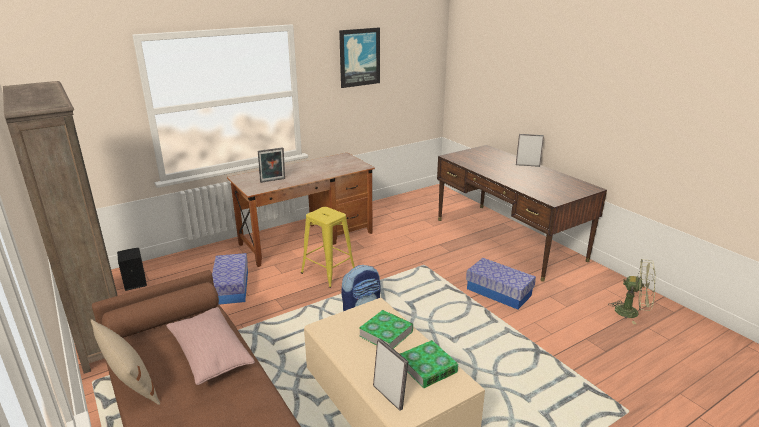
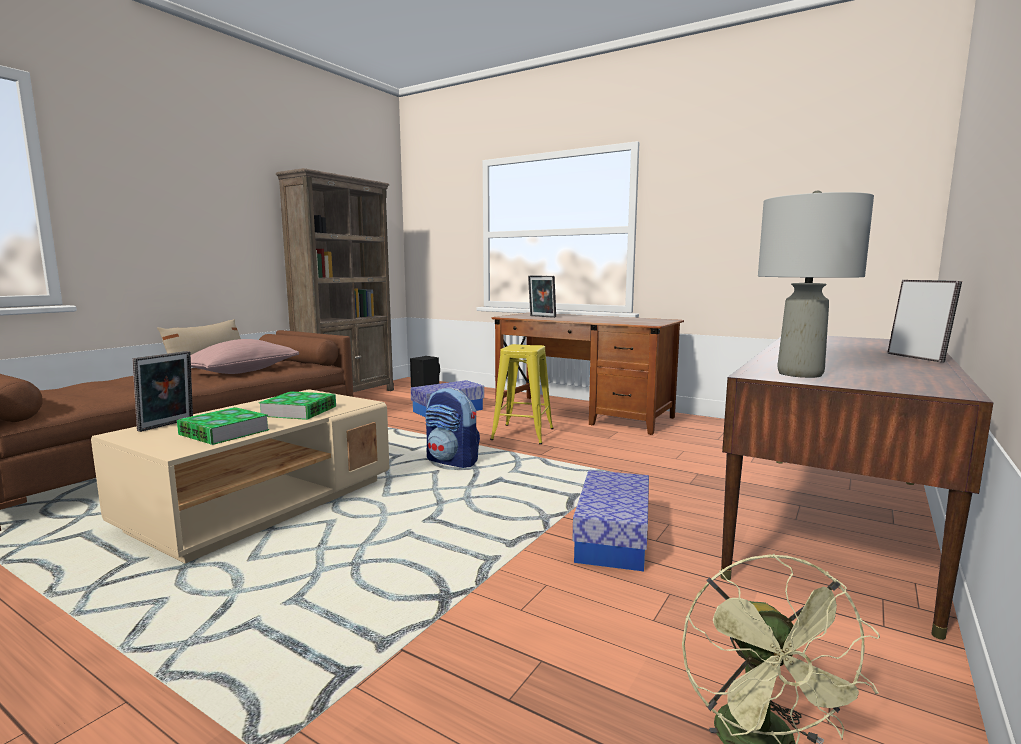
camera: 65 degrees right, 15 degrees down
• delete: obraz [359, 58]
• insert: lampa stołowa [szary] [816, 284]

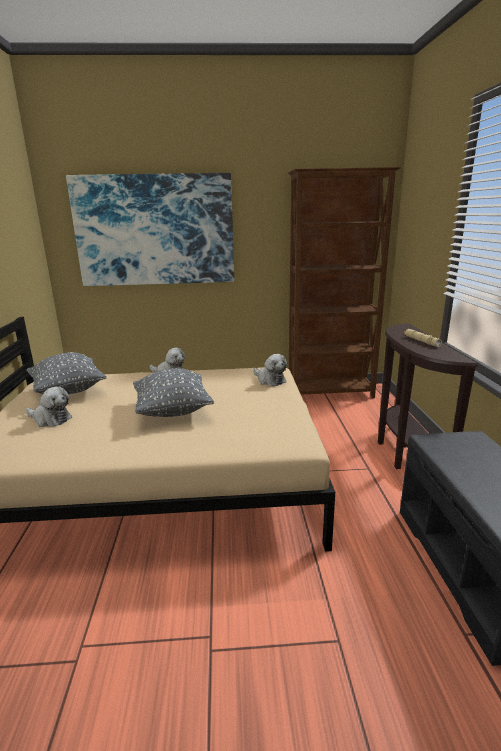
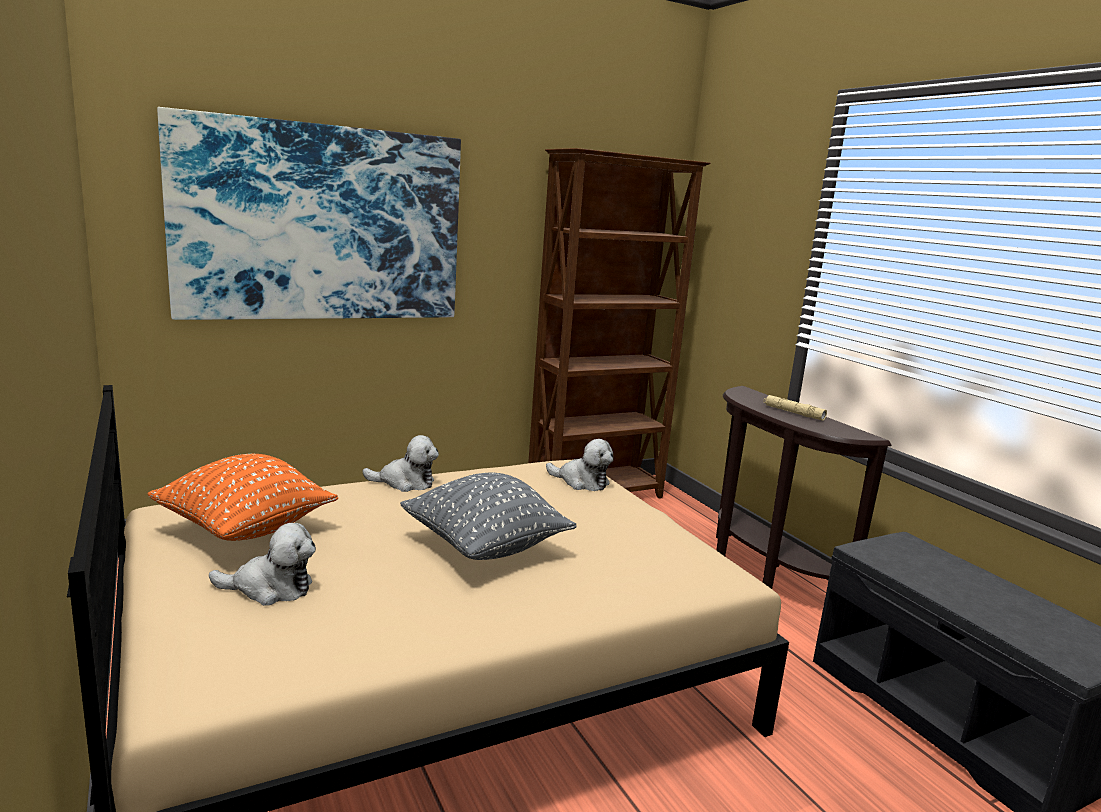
camera: 25 degrees left, 5 degrees down
• recolor: poduszka [szary] [67, 373] to poduszka [pomarańczowy] [242, 497]

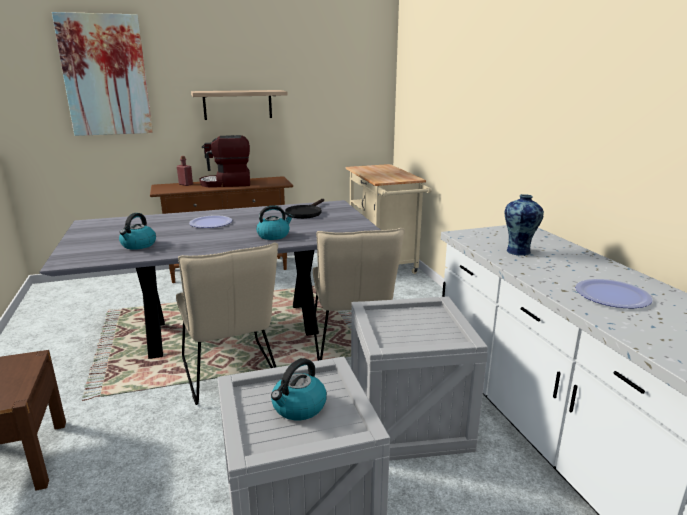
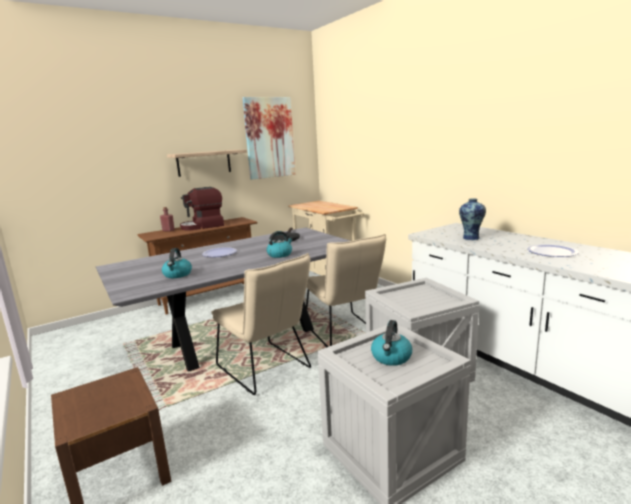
camera: 15 degrees left, 5 degrees down
• move: obraz [102, 74] to [269, 138]

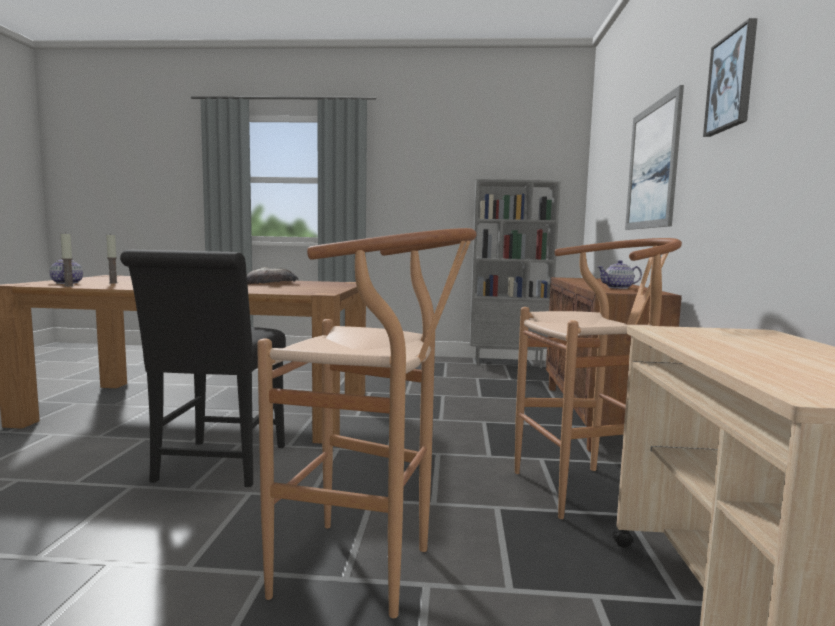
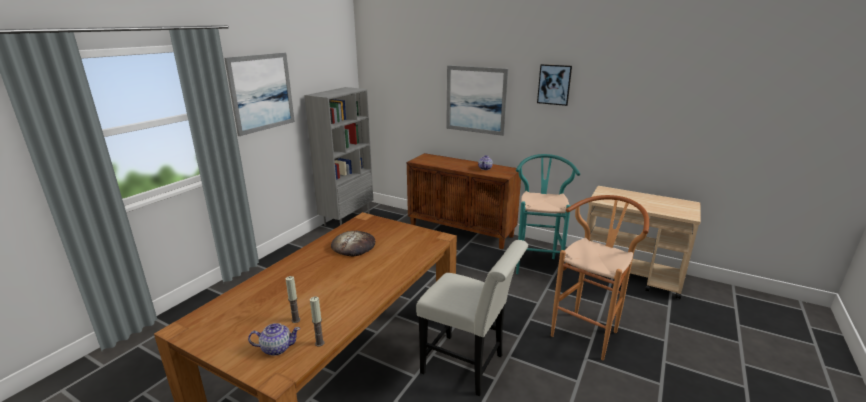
camera: 65 degrees left, 15 degrees up
• recolor: stołek [brązowy] [598, 378] to stołek [turkusowy] [548, 214]
• recolor: krzesło [czarny] [203, 368] to krzesło [biały] [472, 318]
• insert: obraz [260, 94]

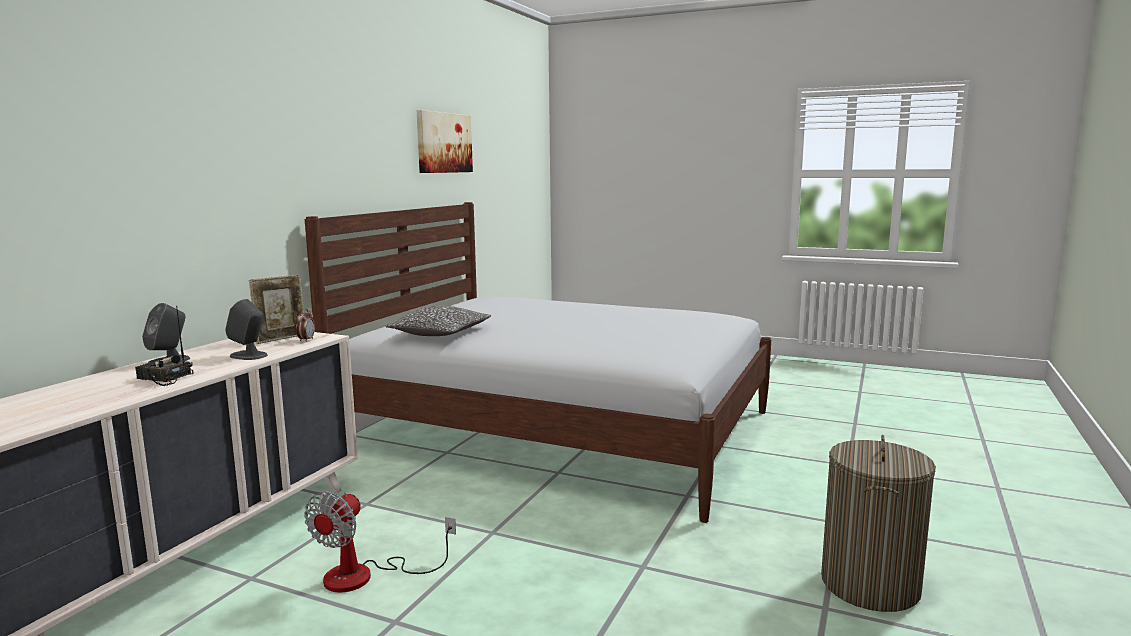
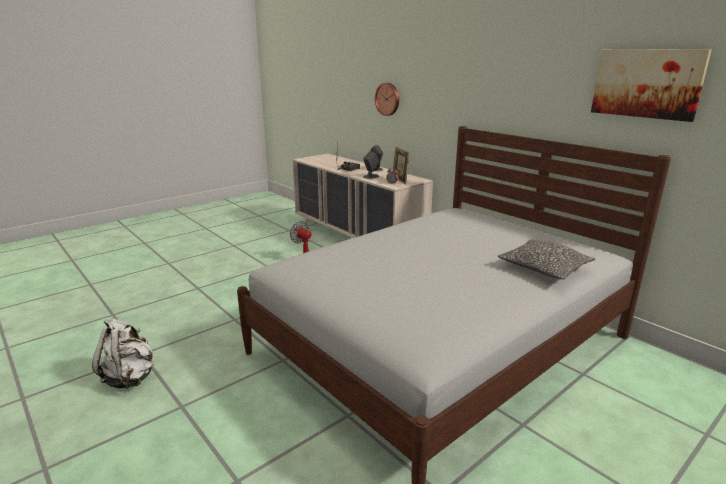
camera: 115 degrees right, 10 degrees up
• move: poduszka [438, 320] to [547, 259]
• replace: kosz na pranie [878, 523] to plecak [biały] [122, 354]
• insert: zegar ścienny [387, 99]

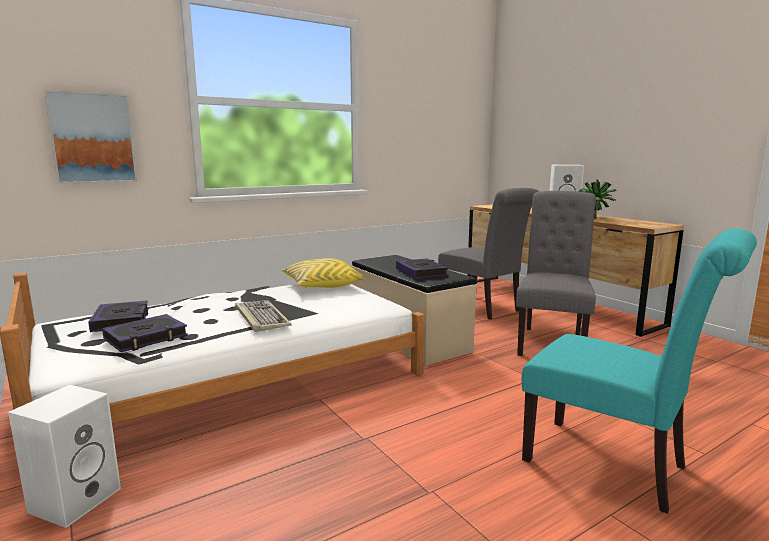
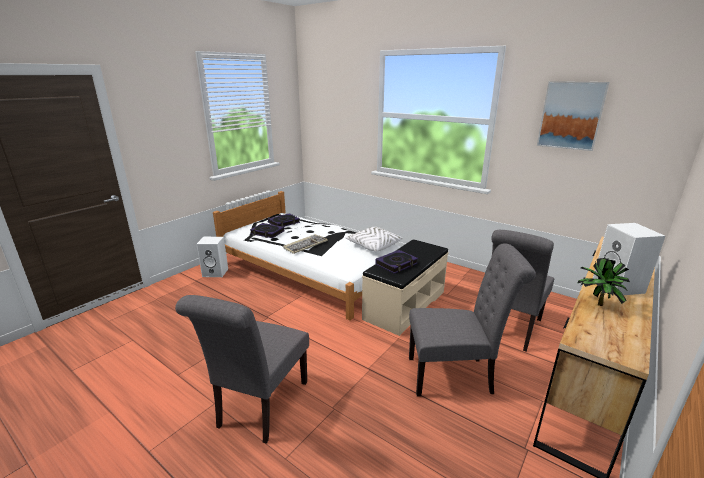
camera: 70 degrees right, 10 degrees up
• move: obraz [90, 137] to [573, 116]
• recolor: krzesło [turkusowy] [639, 371] to krzesło [szary] [242, 369]
• recolor: poduszka [żółty] [323, 273] to poduszka [biały] [374, 239]

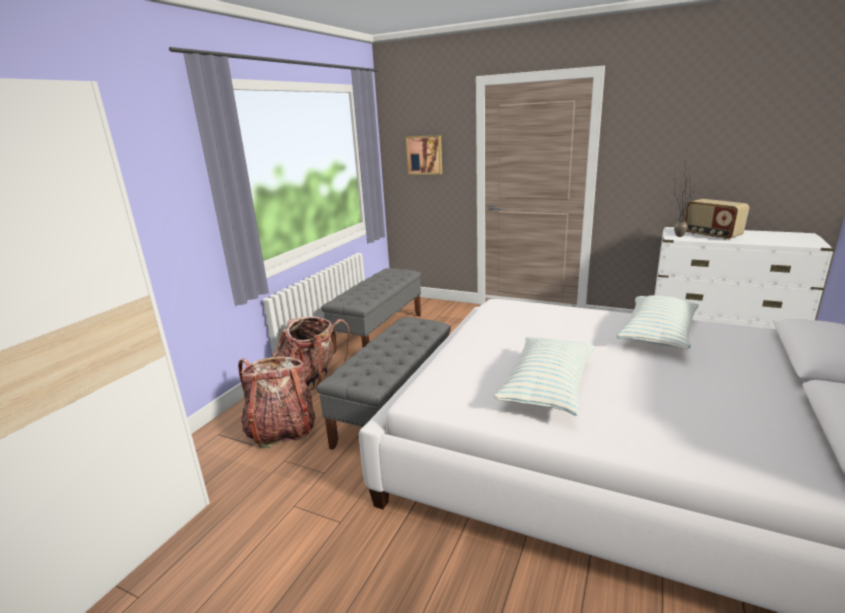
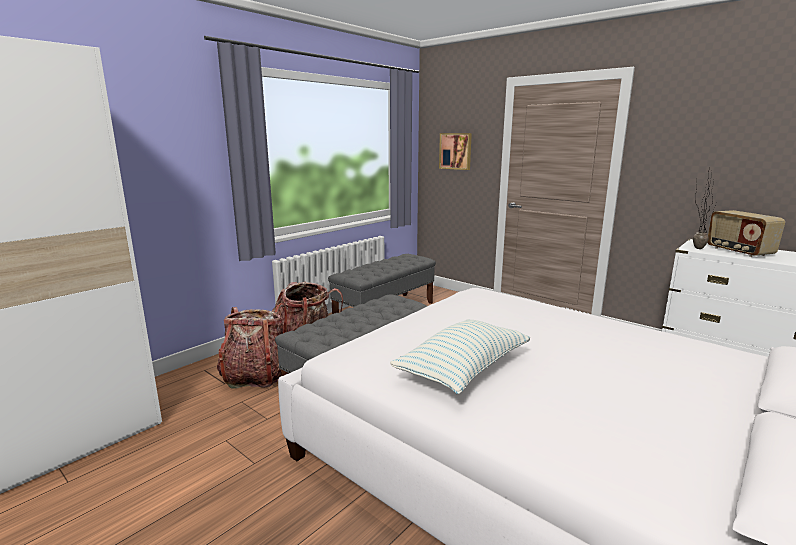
camera: 15 degrees right, 5 degrees down
• delete: poduszka [658, 322]

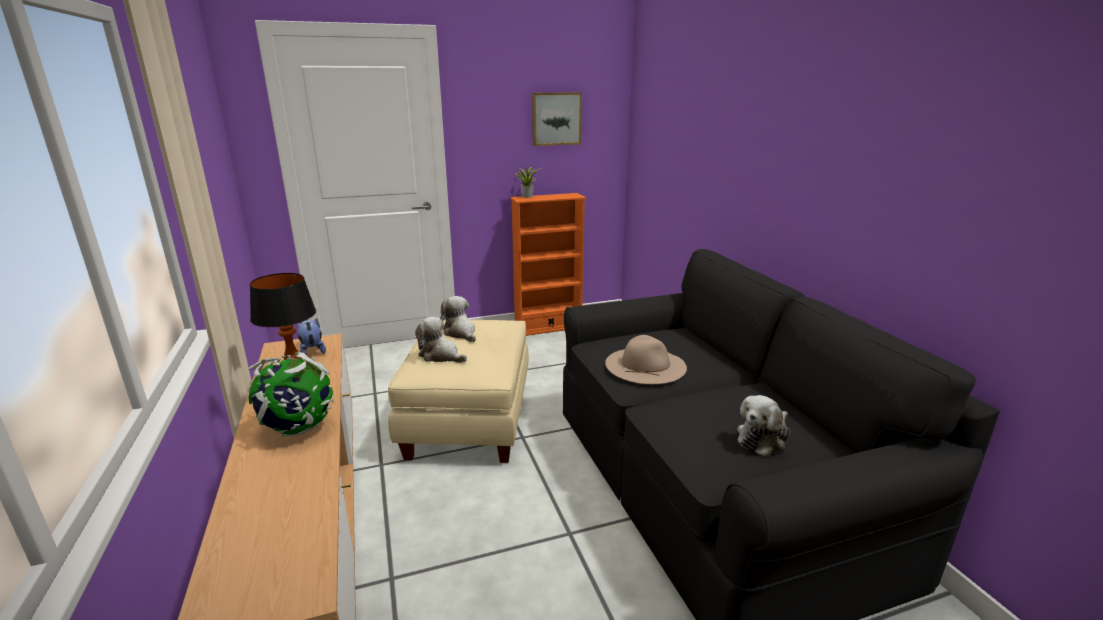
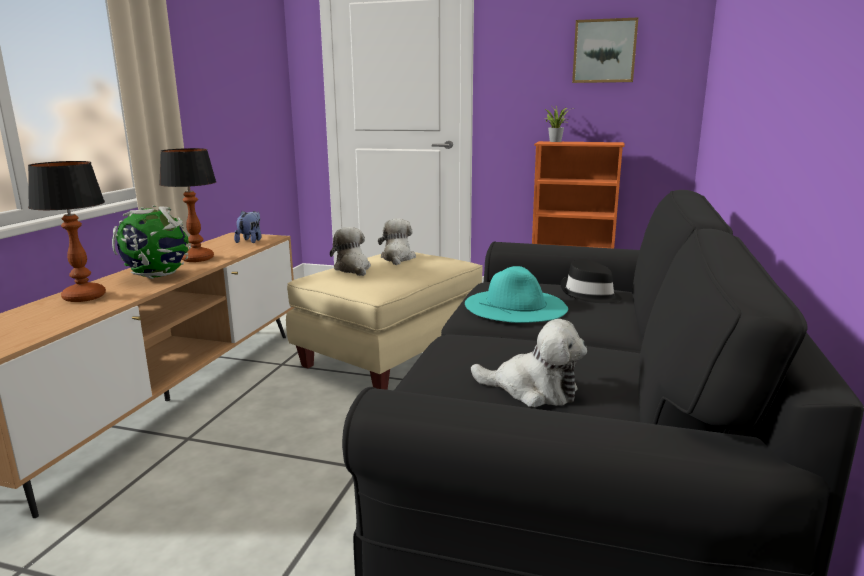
camera: 35 degrees right, 5 degrees down
• recolor: kapelusz [beżowy] [646, 359] to kapelusz [turkusowy] [516, 294]
• rotate: pluszak [764, 426] = [529, 363] 150 degrees counterclockwise
• insert: lampa stołowa [67, 231]
• insert: kapelusz [czarny] [591, 281]

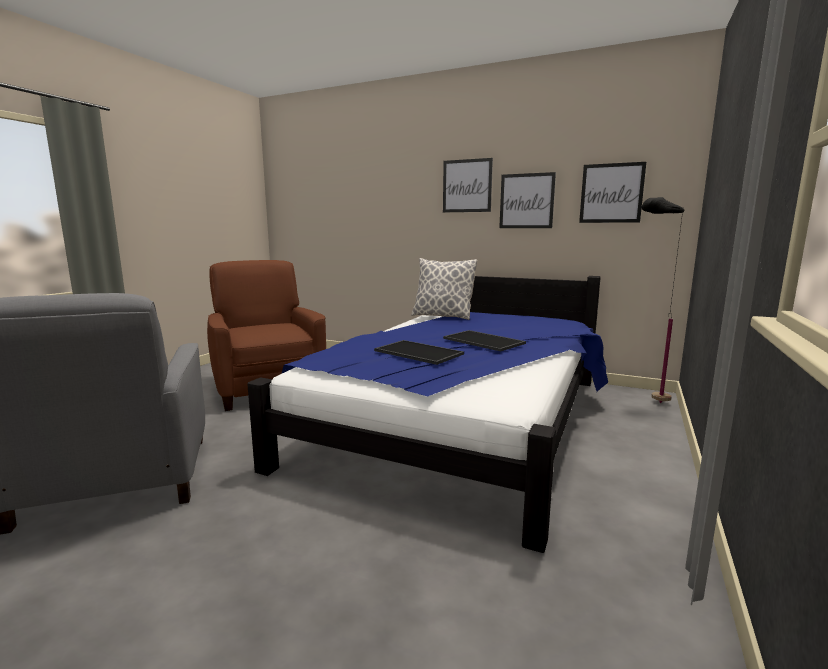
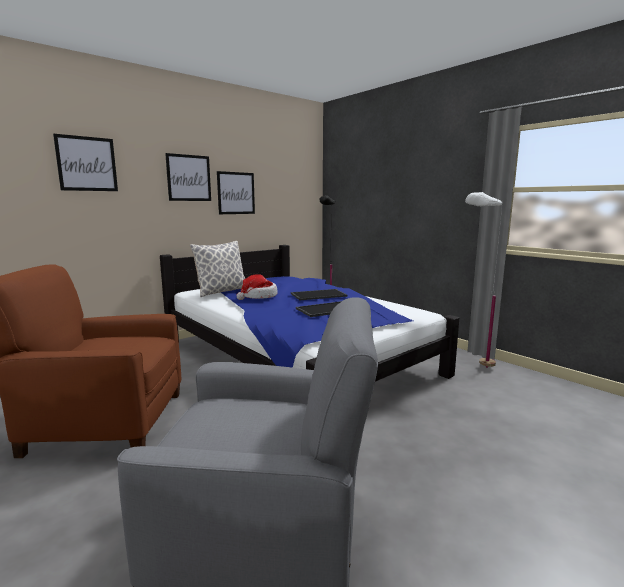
camera: 65 degrees left, 0 degrees up
• move: obraz [612, 192] to [85, 162]
• insert: lampa stojąca [biały] [484, 280]
• insert: kapelusz [257, 287]

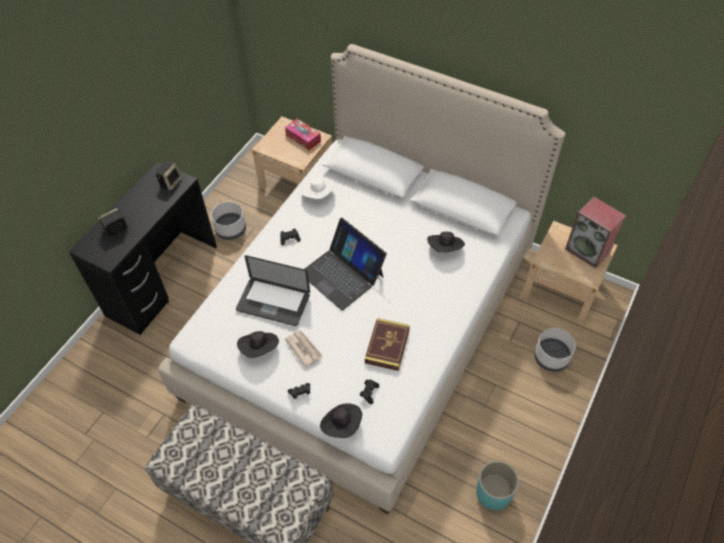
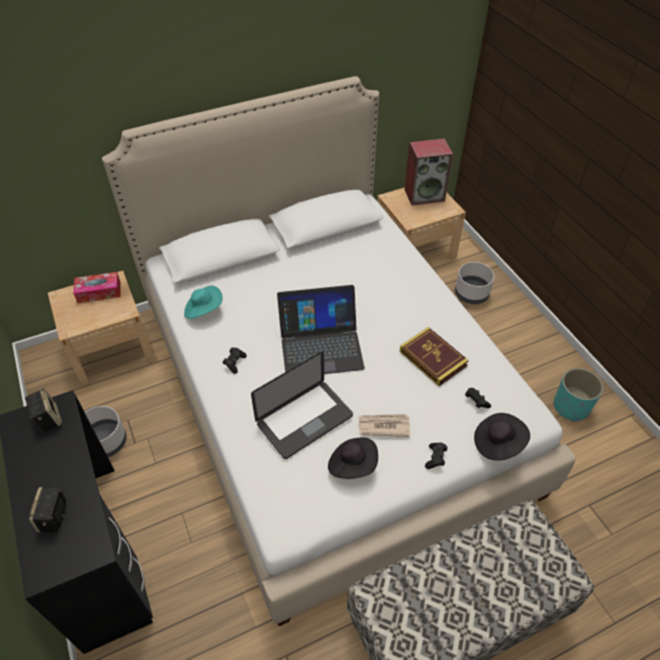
camera: 55 degrees left, 5 degrees down
• recolor: kapelusz [biały] [318, 188] to kapelusz [turkusowy] [203, 302]
• delete: kapelusz [czarny] [446, 242]

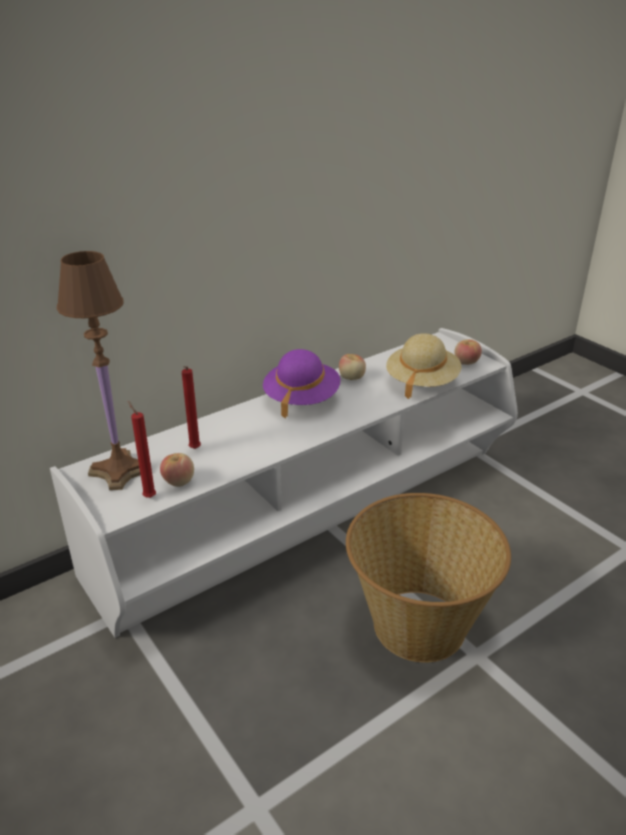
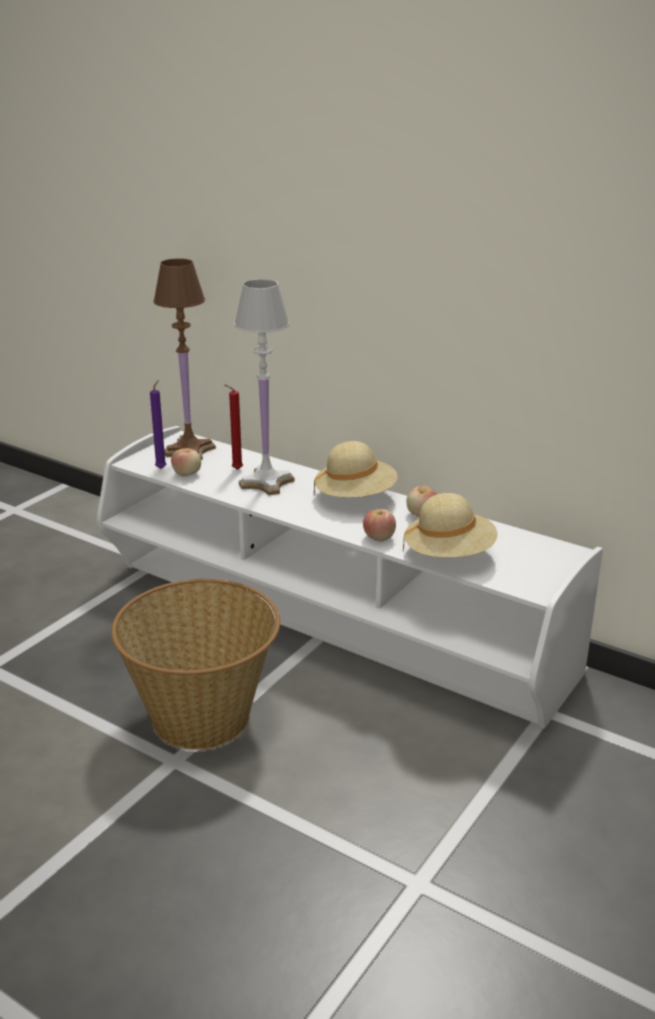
camera: 70 degrees right, 5 degrees down
• move: jabłko [468, 352] to [379, 525]
• recolor: kapelusz [fioletowy] [301, 383] to kapelusz [beżowy] [355, 469]
• recolor: świeca [czerwony] [142, 449] to świeca [fioletowy] [158, 424]
• insert: lampa stołowa [biały] [264, 387]

